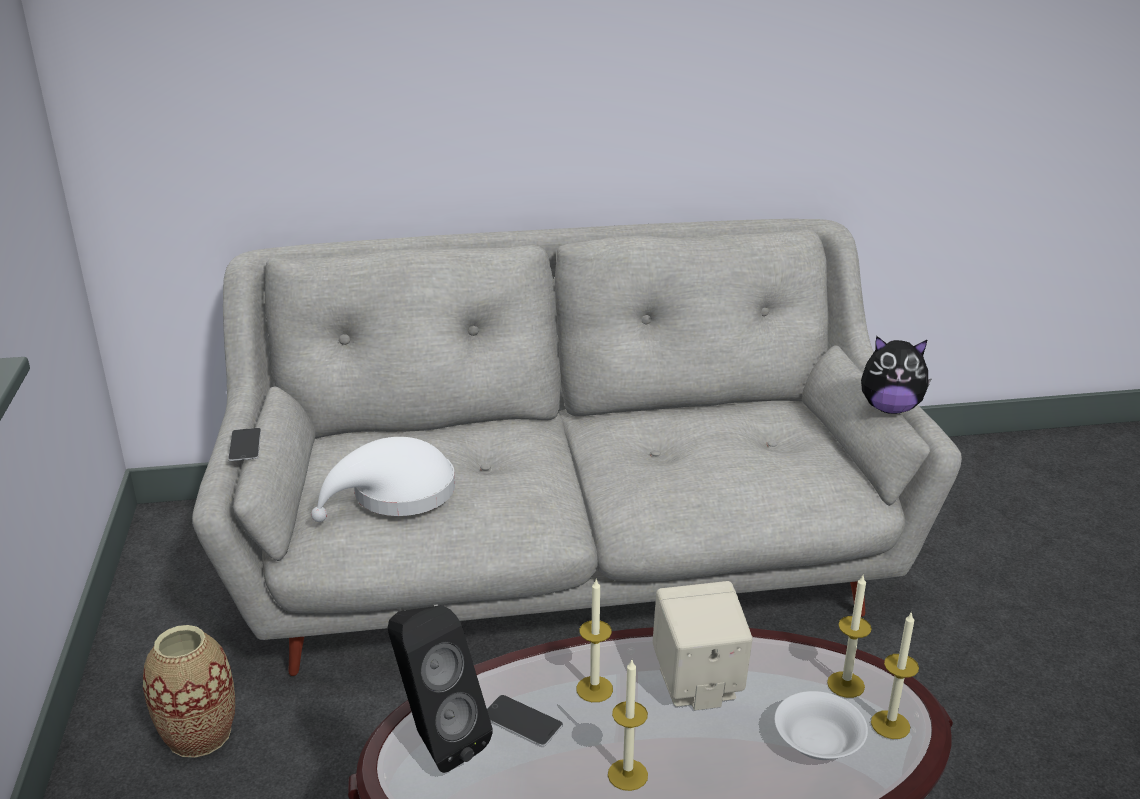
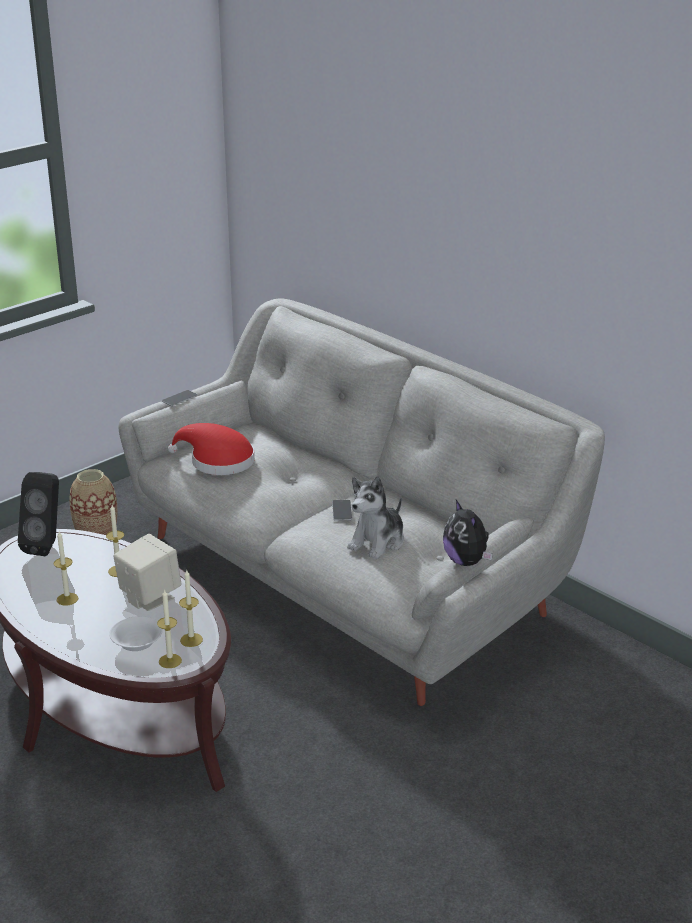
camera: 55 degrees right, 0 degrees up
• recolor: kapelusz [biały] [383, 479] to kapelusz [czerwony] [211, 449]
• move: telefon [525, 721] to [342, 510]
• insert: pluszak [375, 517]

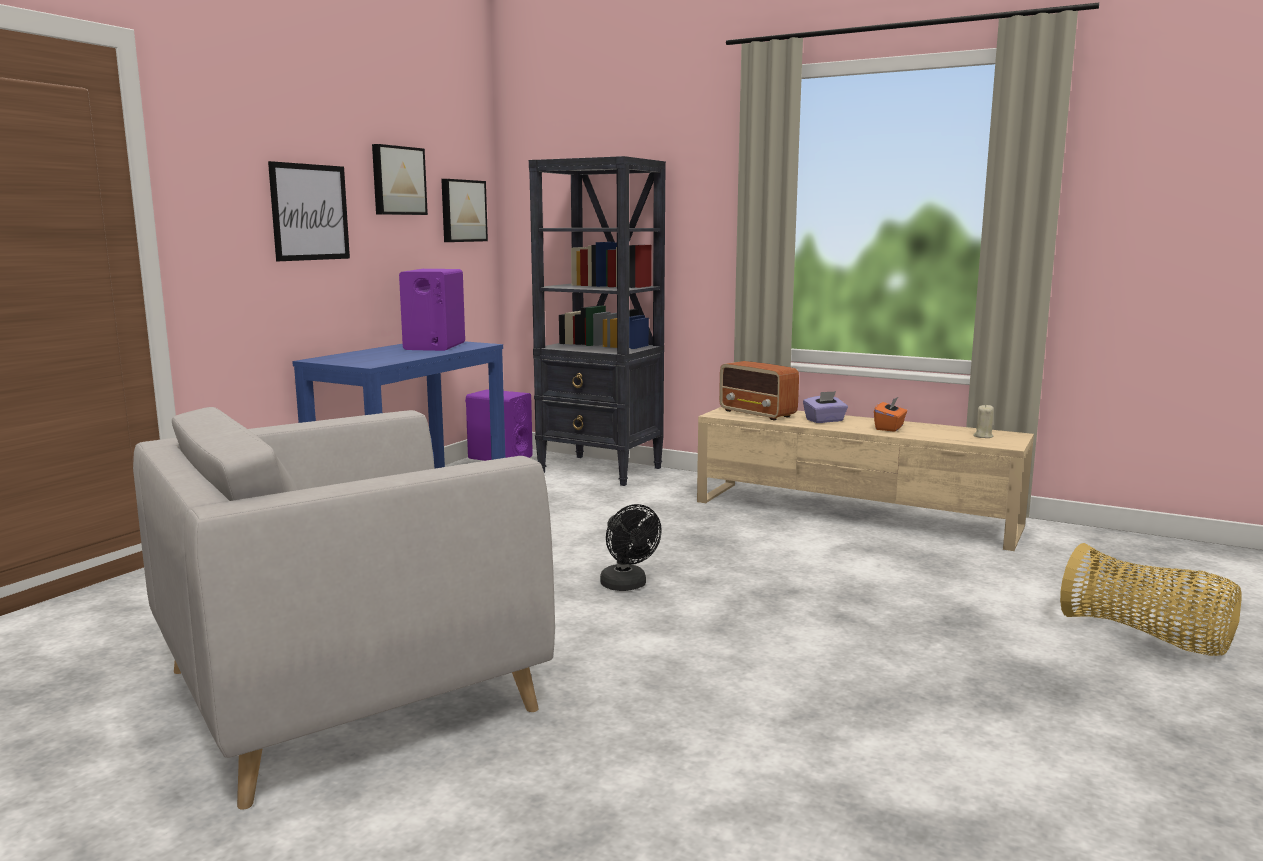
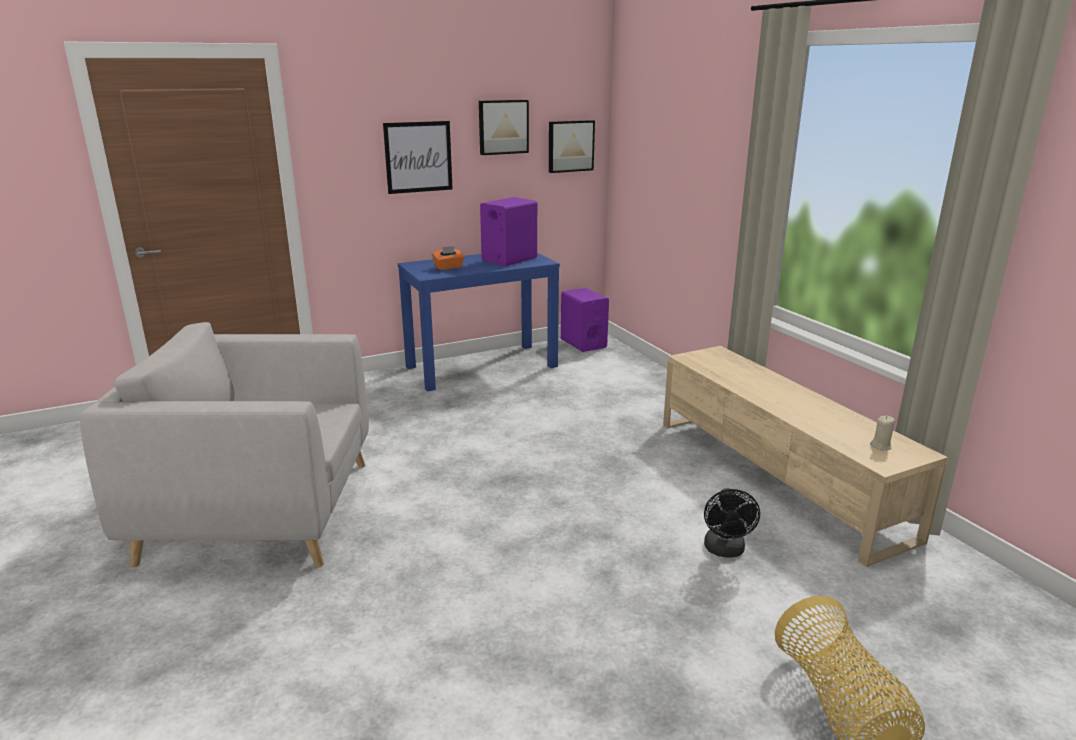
camera: 35 degrees right, 10 degrees up
• delete: regał [czarny] [597, 321]
• delete: radio [759, 390]
• delete: pudełko chusteczek [fioletowy] [825, 407]
• move: pudełko chusteczek [pomarańczowy] [890, 414] to [448, 258]
• move: wentylator [czarny] [631, 547] to [732, 523]

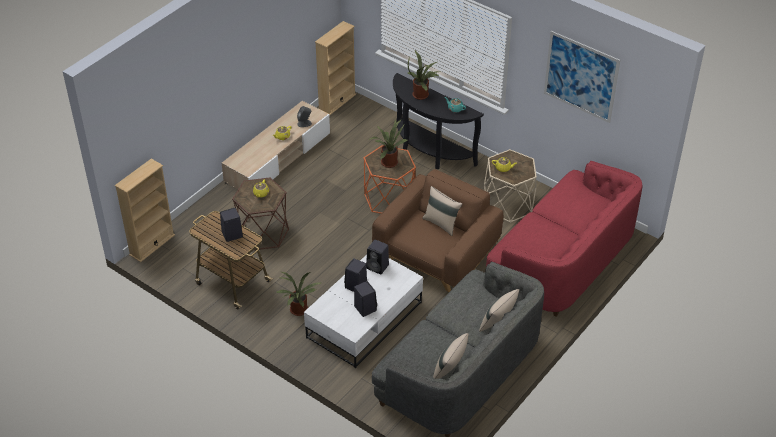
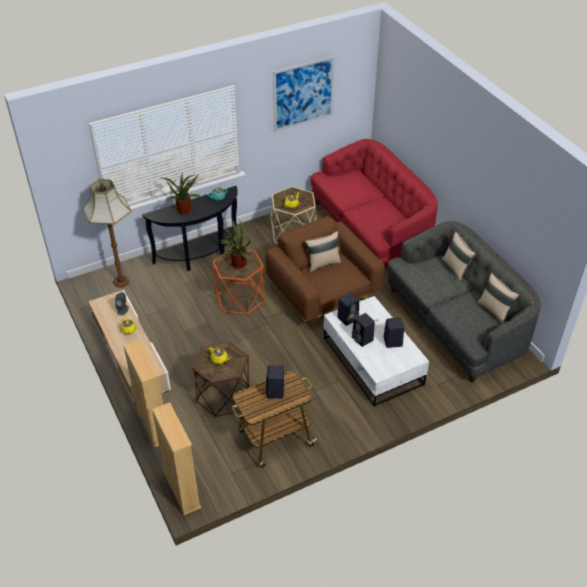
camera: 65 degrees left, 0 degrees up
• move: regał [beżowy] [335, 68] to [143, 393]
• delete: roślina doniczkowa [298, 294]
• insert: lampa stojąca [107, 233]

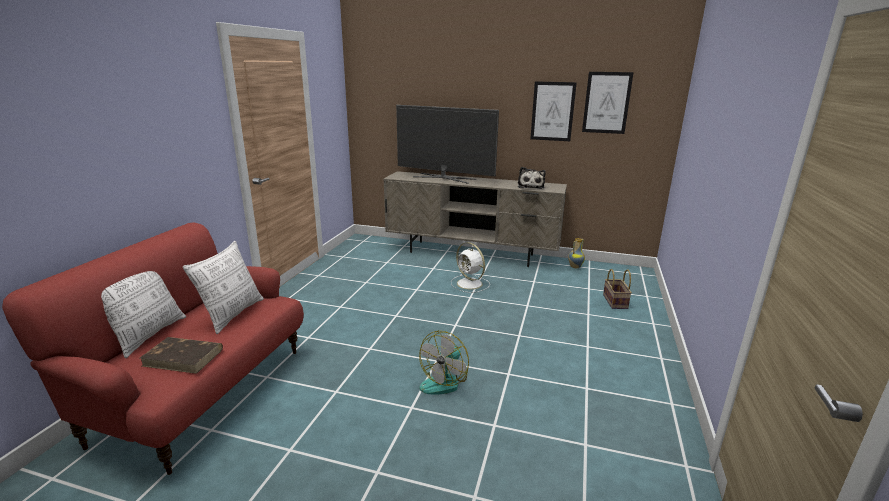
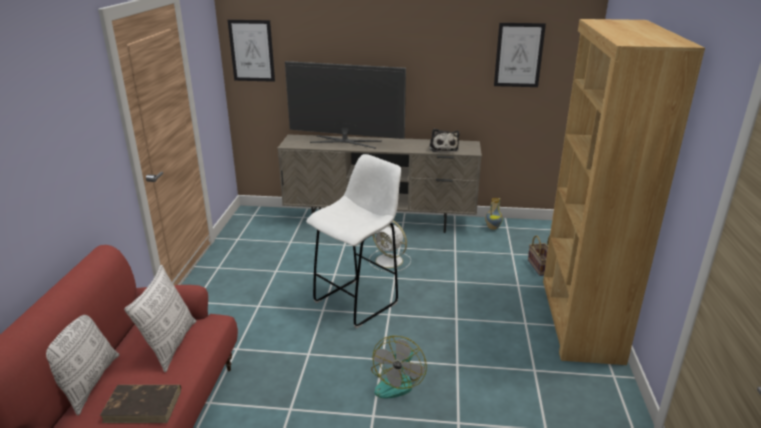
camera: 10 degrees left, 5 degrees up
• move: obraz [553, 111] to [251, 51]
• insert: regał [brązowy] [624, 192]
• insert: stołek [biały] [353, 241]

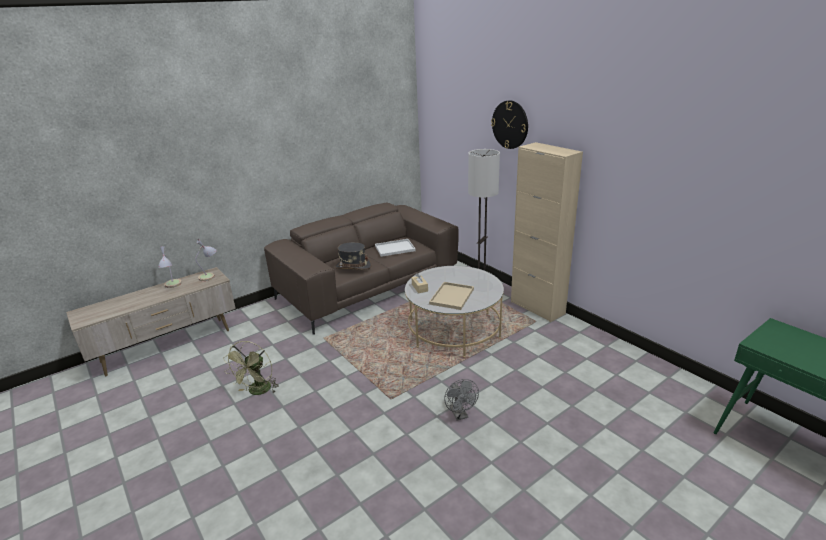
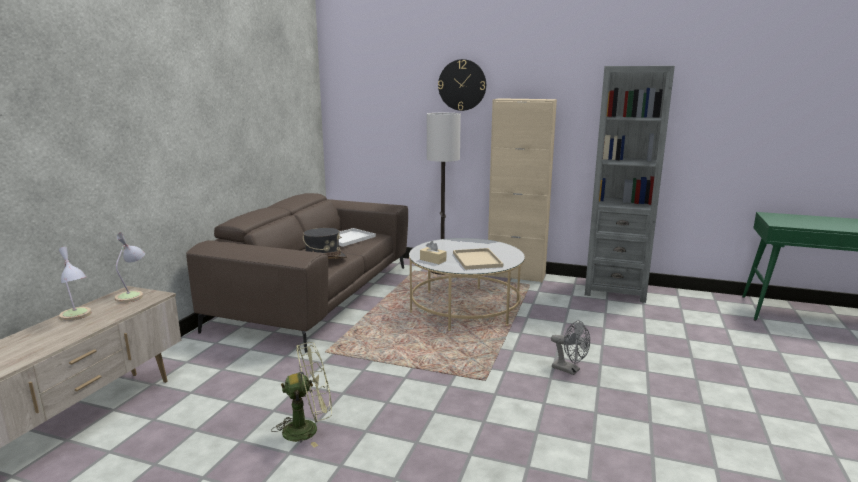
camera: 35 degrees left, 10 degrees down
• rotate: wentylator [zielony] [250, 368] = [301, 394] 90 degrees counterclockwise
• insert: regał [szary] [630, 184]

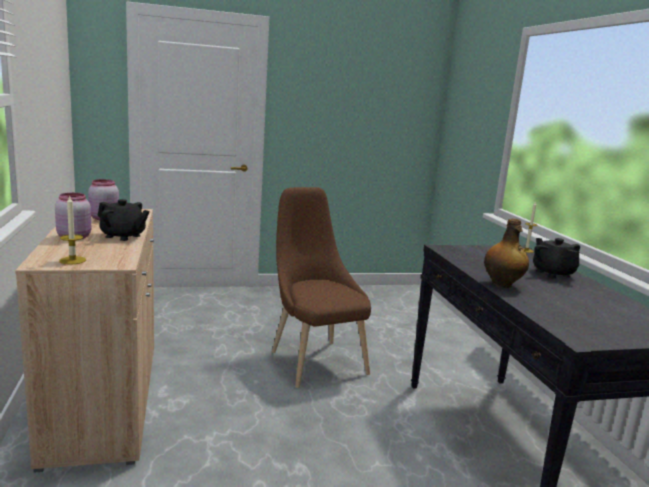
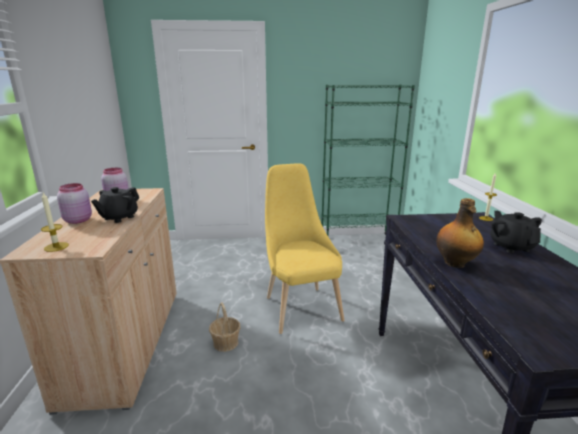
camera: 10 degrees right, 5 degrees up
• recolor: krzesło [brązowy] [321, 287] to krzesło [żółty] [305, 248]
• rotate: imbryk [czarny] [123, 220] = [115, 205] 90 degrees clockwise
• insert: regał [zielony] [368, 160]
• insert: koszyk [224, 327]

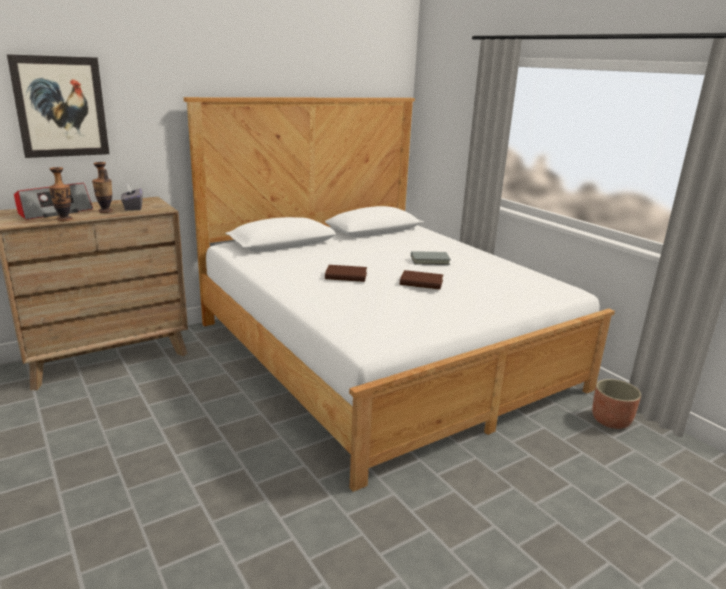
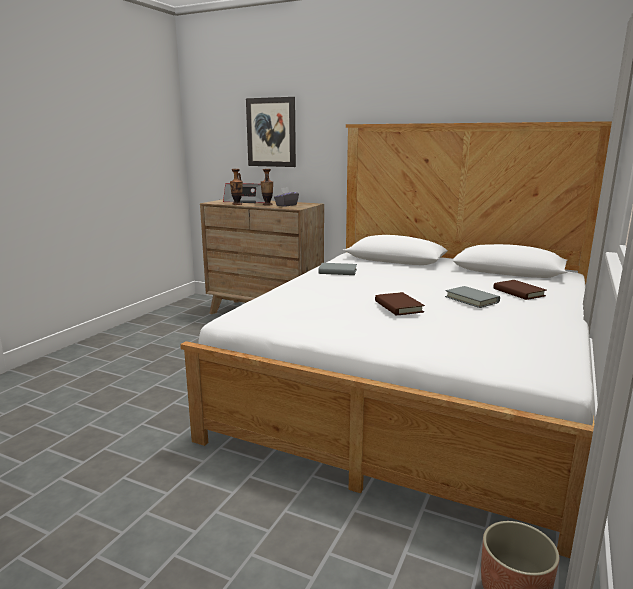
camera: 60 degrees right, 5 degrees down
• move: książka [brązowy] [346, 273] to [520, 290]
• insert: książka [szary] [337, 269]

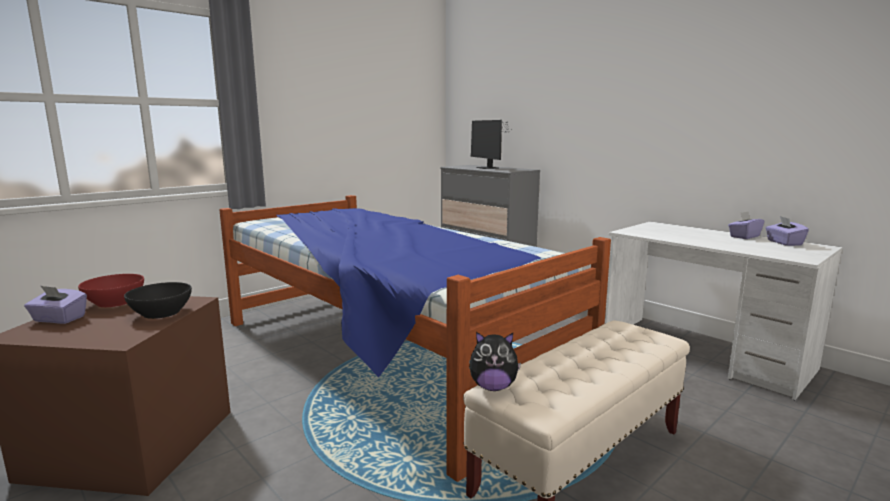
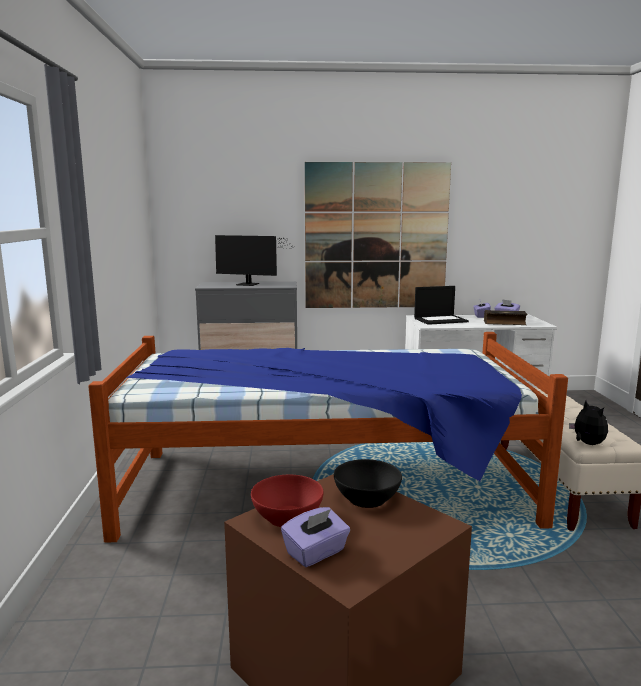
camera: 50 degrees left, 0 degrees up
• rotate: pluszak [495, 361] = [588, 422] 60 degrees counterclockwise
• insert: obraz [378, 235]
• insert: laptop [441, 305]
• insert: książka [505, 317]

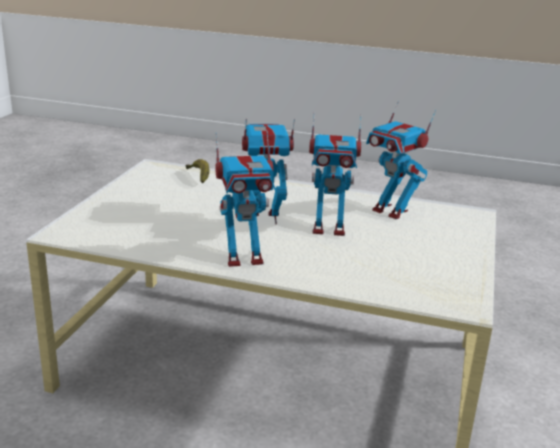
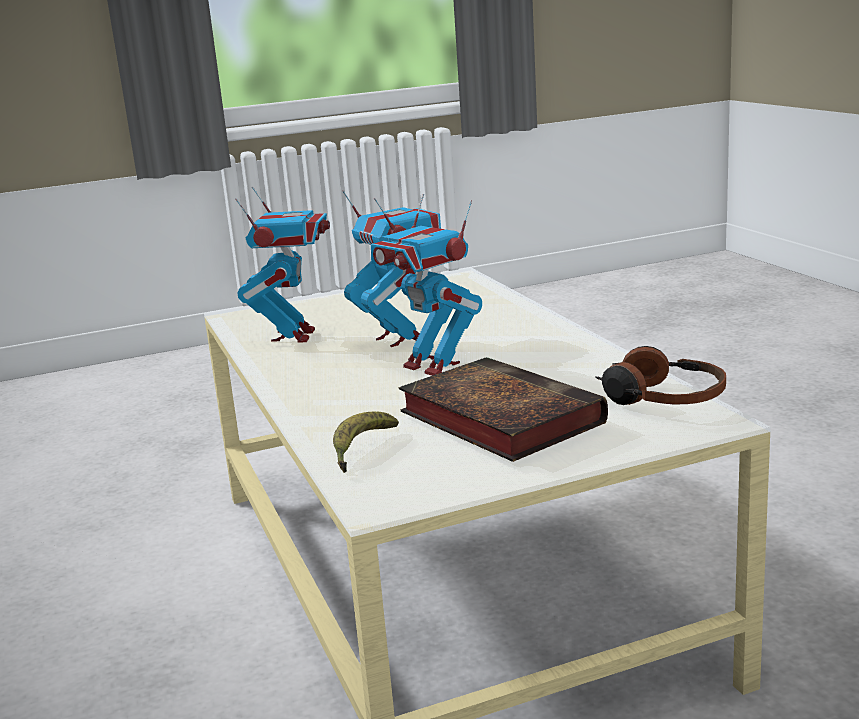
camera: 125 degrees left, 5 degrees down
• delete: robot zabawkowy [245, 199]
• insert: słuchawki [660, 375]
• insert: książka [503, 409]

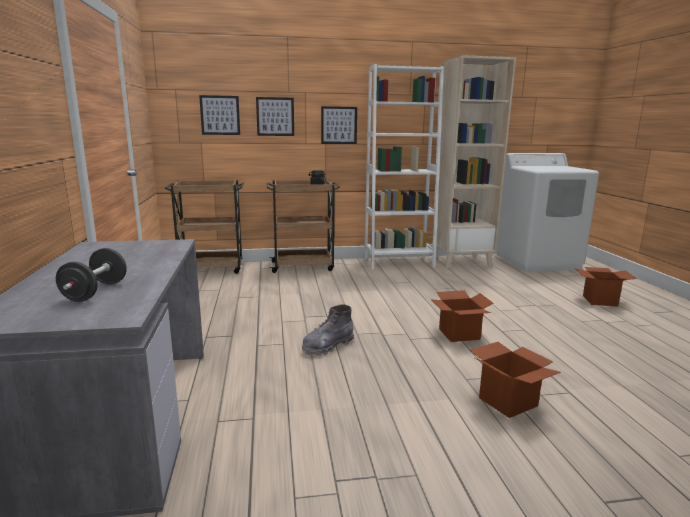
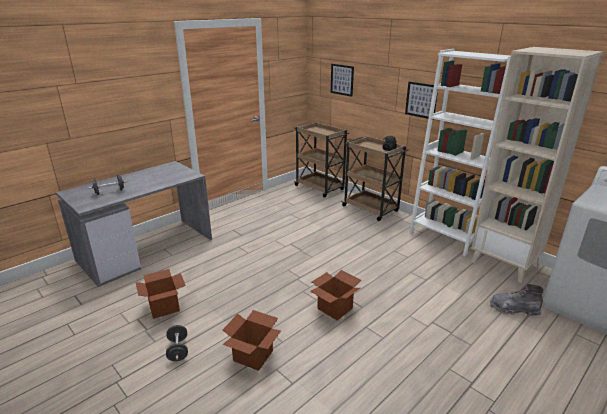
camera: 55 degrees right, 10 degrees up
• delete: obraz [275, 116]
• move: karton [606, 287] to [161, 294]
• move: but z cholewką [szary] [328, 329] to [517, 300]
• insert: hantel [czarny] [177, 343]

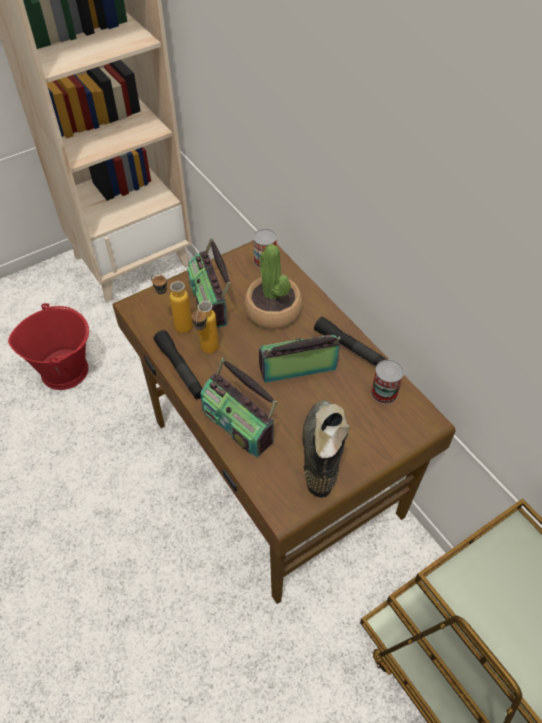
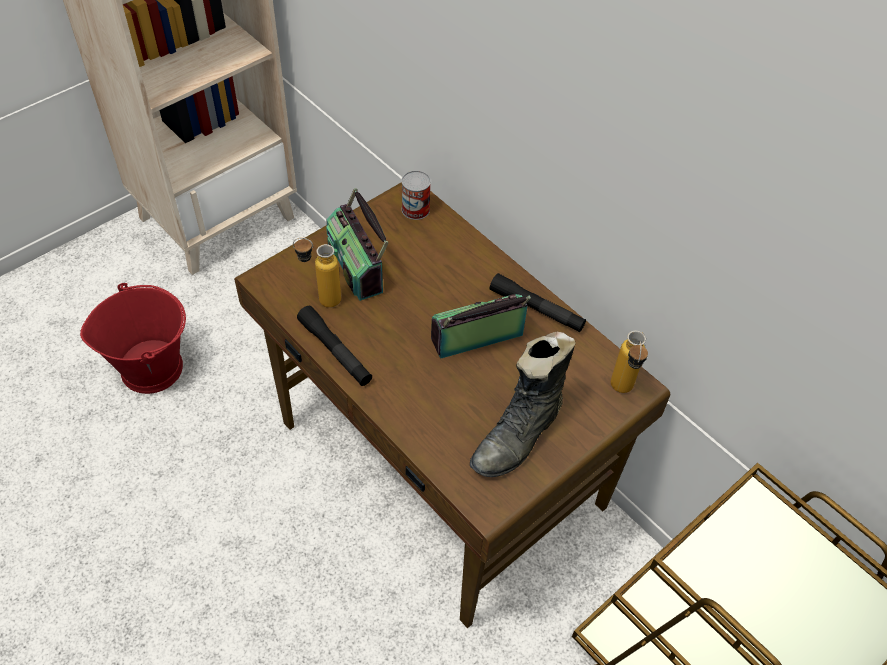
camera: 10 degrees left, 0 degrees up
• delete: roślina doniczkowa [273, 286]
• move: butelka [205, 327] to [629, 362]
• delete: radio [238, 408]
• delete: puszka [387, 381]
• rotate: but z cholewką [czarny] [326, 449] = [523, 404] 135 degrees counterclockwise

